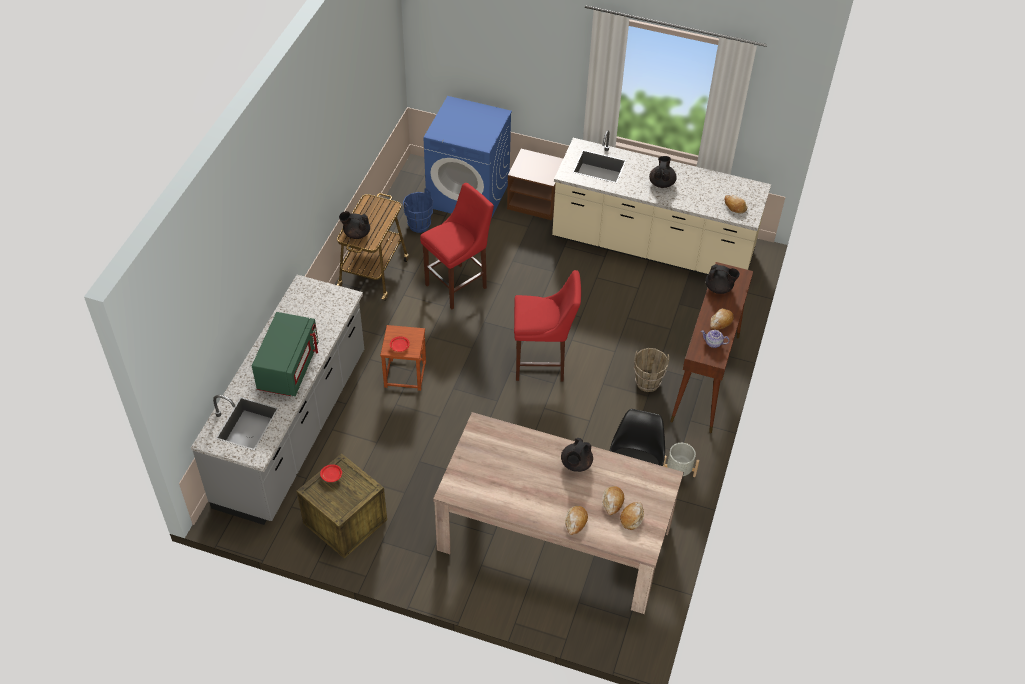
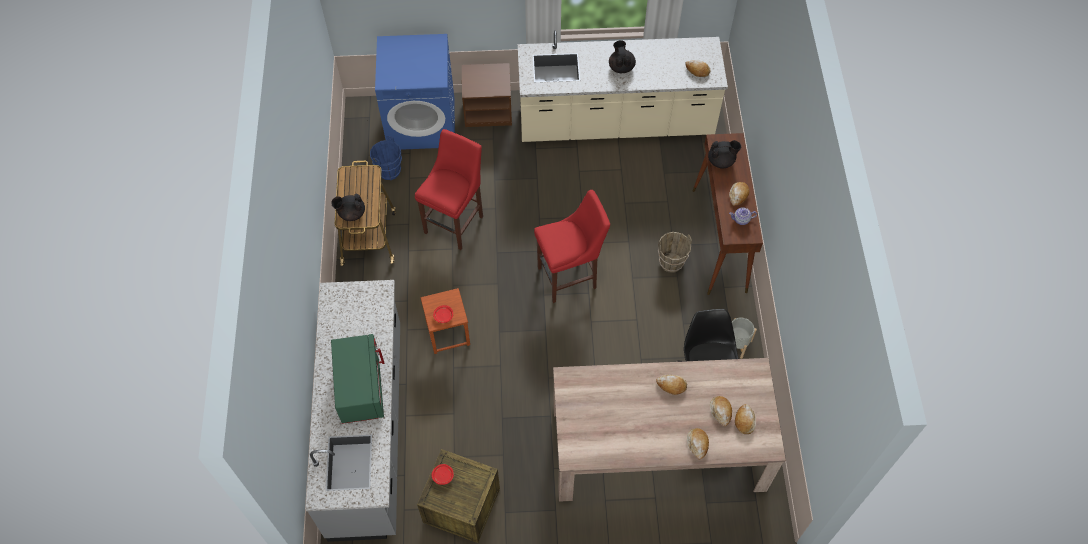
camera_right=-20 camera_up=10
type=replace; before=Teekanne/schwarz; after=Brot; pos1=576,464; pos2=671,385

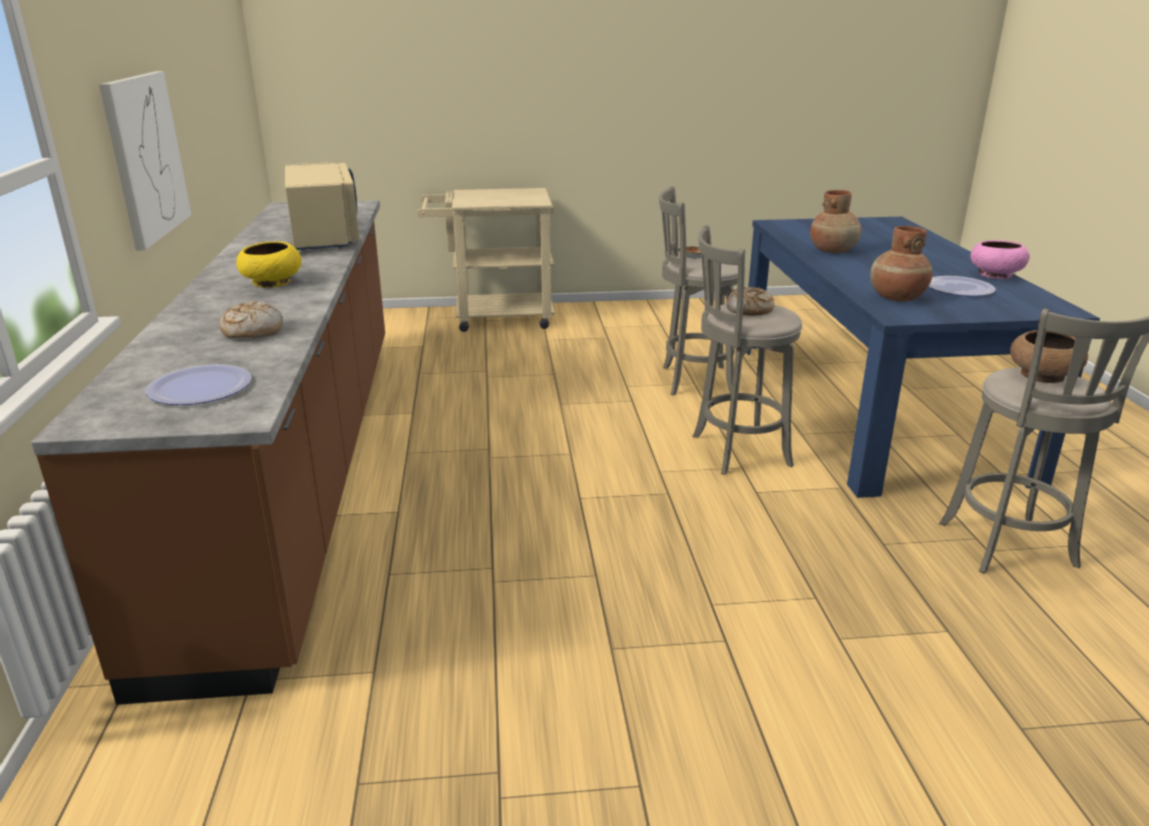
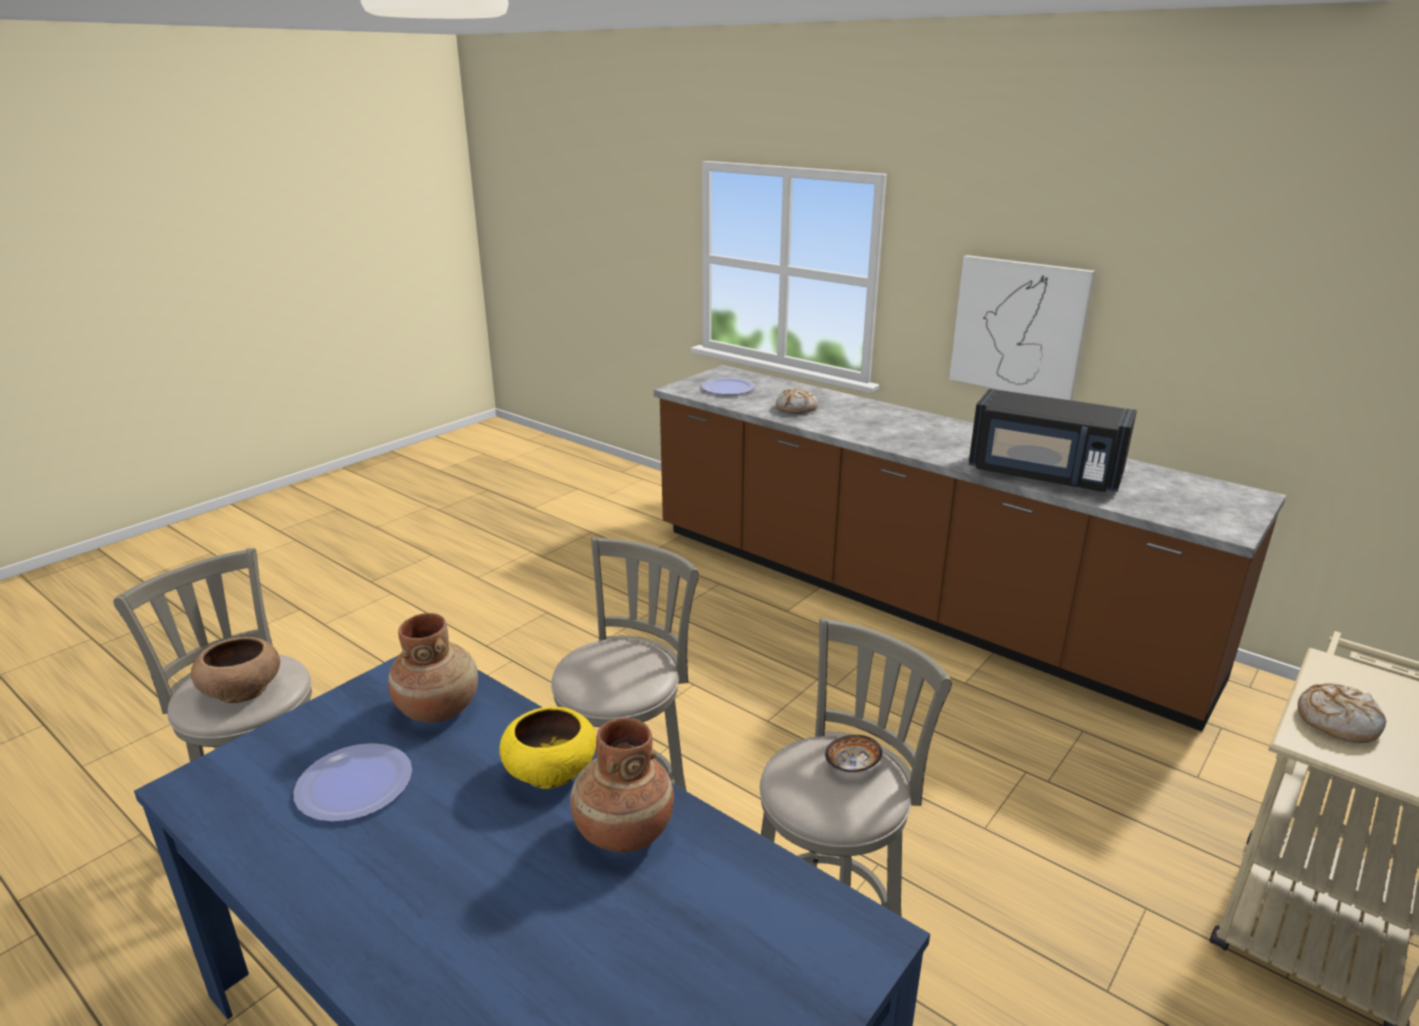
camera_right=135 camera_up=0
type=move; before=Schüssel/gelb; pos1=272,283; pos2=550,771
type=recolor; before=Mikrowelle/beige; after=Mikrowelle/schwarz; pos1=325,237; pos2=1043,475
type=move; before=Brot; pos1=749,310; pos2=1336,721
type=delete; before=Schüssel/rosa; pos1=994,275

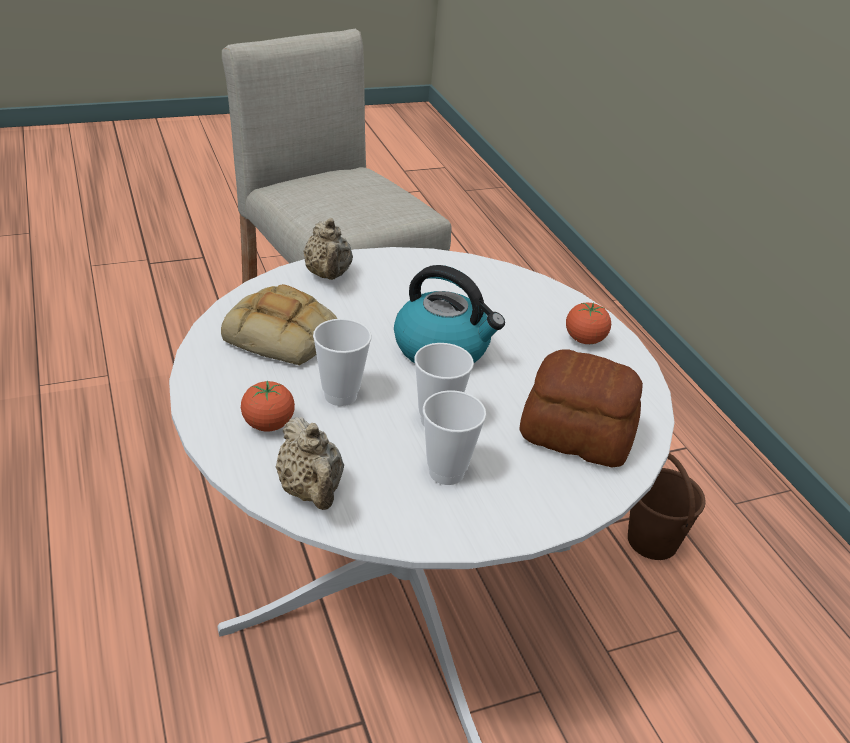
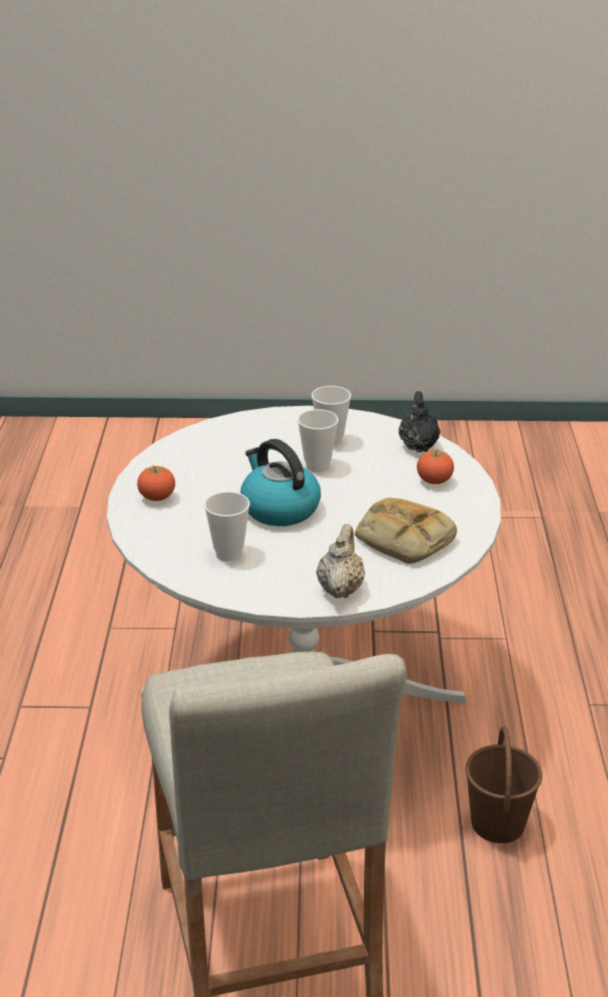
camera_right=-155 camera_up=-5
type=recolor; before=Teekanne/beige; after=Teekanne/schwarz; pos1=311,491; pos2=418,445
type=move; before=Tasse; pos1=340,395; pos2=228,554
type=delete; before=Brot; pos1=575,434
type=move; before=Eimer/braun; pos1=652,541; pos2=497,822

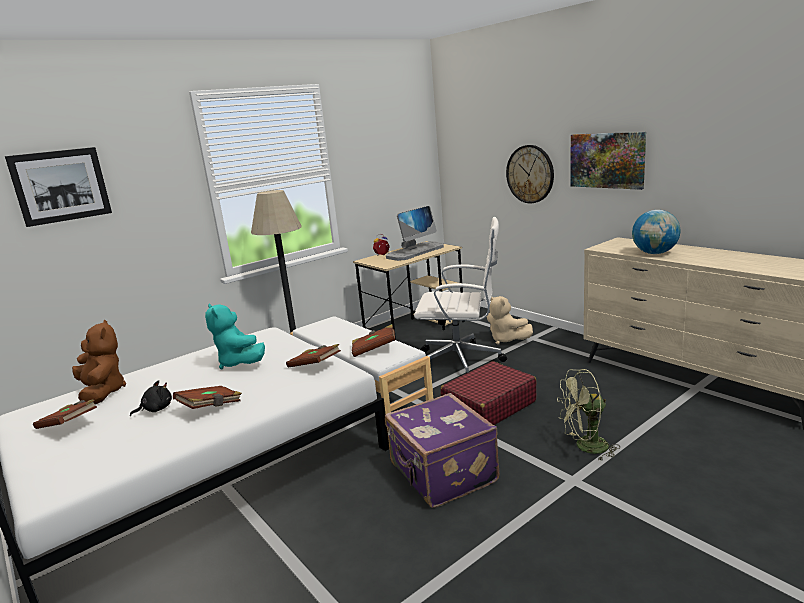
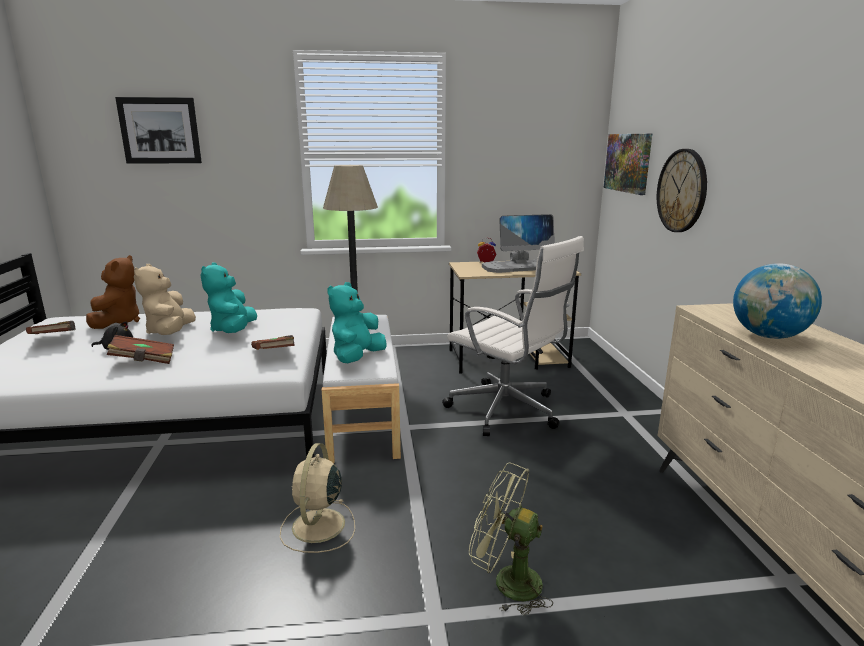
camera_right=30 camera_up=0
type=replace; before=Buch/braun; after=Plüschtier/türkis; pos1=374,349; pos2=357,358
type=replace; before=Koffer/lila; after=Ventilator/beige; pos1=442,474; pos2=318,527
type=delete; before=Koffer/rot; pos1=488,406
type=move; before=Plüschtier/beige; pos1=506,340; pos2=170,332
type=move; before=Bild; pos1=607,160; pos2=628,162

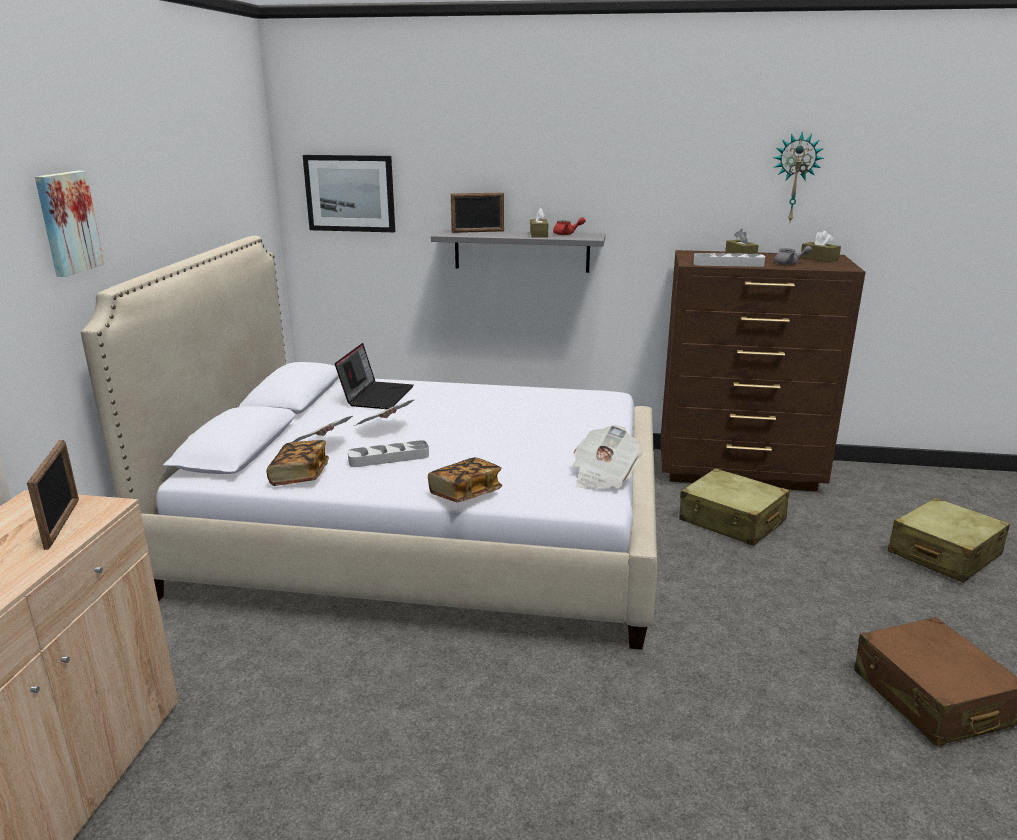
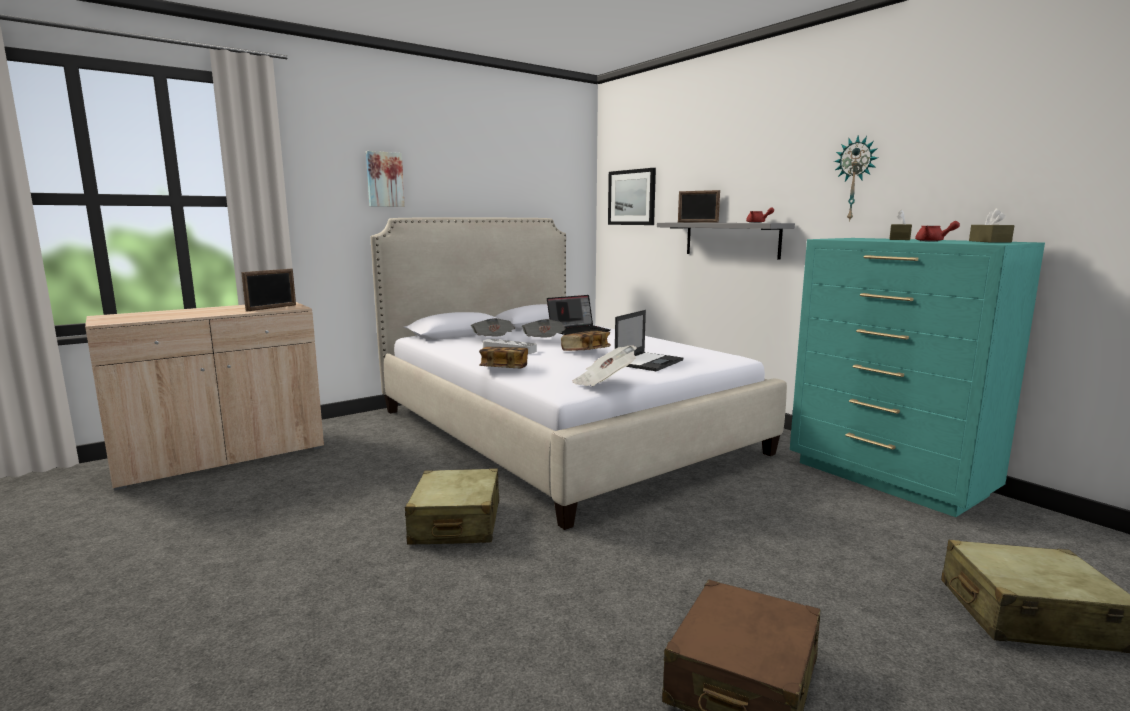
camera_right=45 camera_up=-10
type=move; before=Buch; pos1=299,476; pos2=585,351
type=delete; before=Taschentuchbox/braun; pos1=539,234
type=recolor; before=Kommode/braun; after=Kommode/türkis; pos1=740,472; pos2=888,479
type=move; before=Koffer/beige; pos1=732,521; pos2=456,523
type=delete; before=Tablett/grau; pos1=728,264
type=move; before=Wanduhr; pos1=795,178; pos2=855,179
type=recolor; before=Teekanne/grau; after=Teekanne/rot; pos1=789,263; pos2=933,241
type=insert; after=Laptop; pos2=649,362

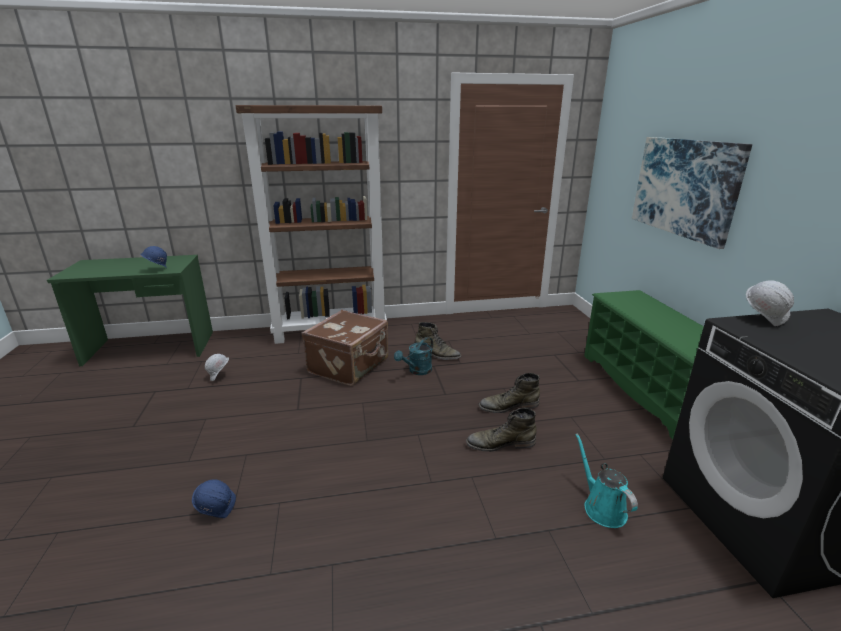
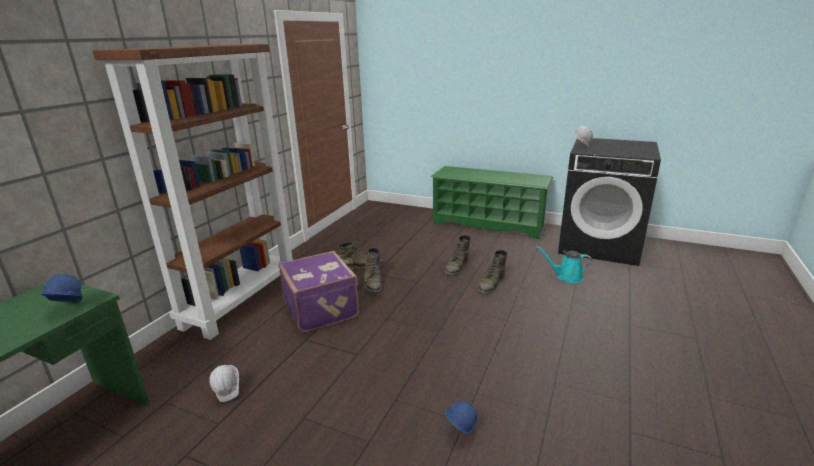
camera_right=-55 camera_up=0
type=recolor; before=Koffer/braun; after=Koffer/lila; pos1=350,366; pos2=322,308
type=replace; before=Gießkanne/türkis; after=Stiefel/grün; pos1=417,371; pos2=373,282
type=delete; before=Bild; pos1=684,187

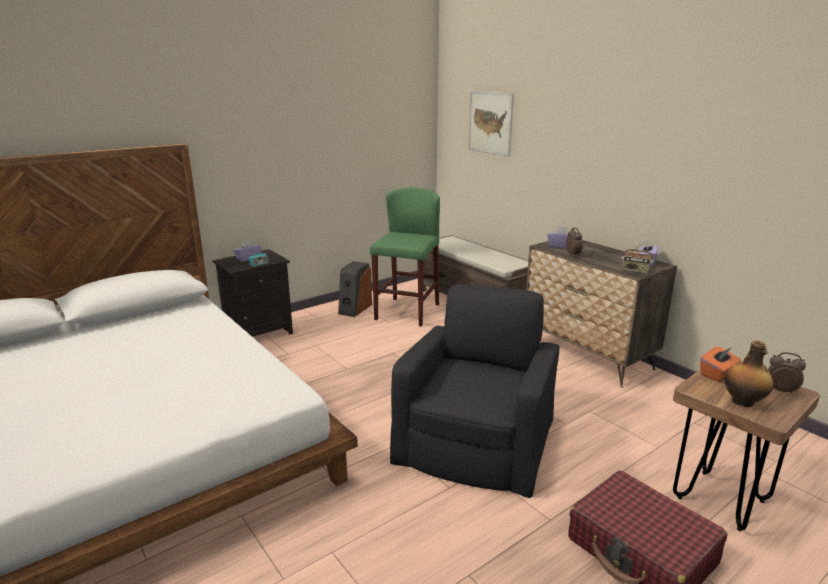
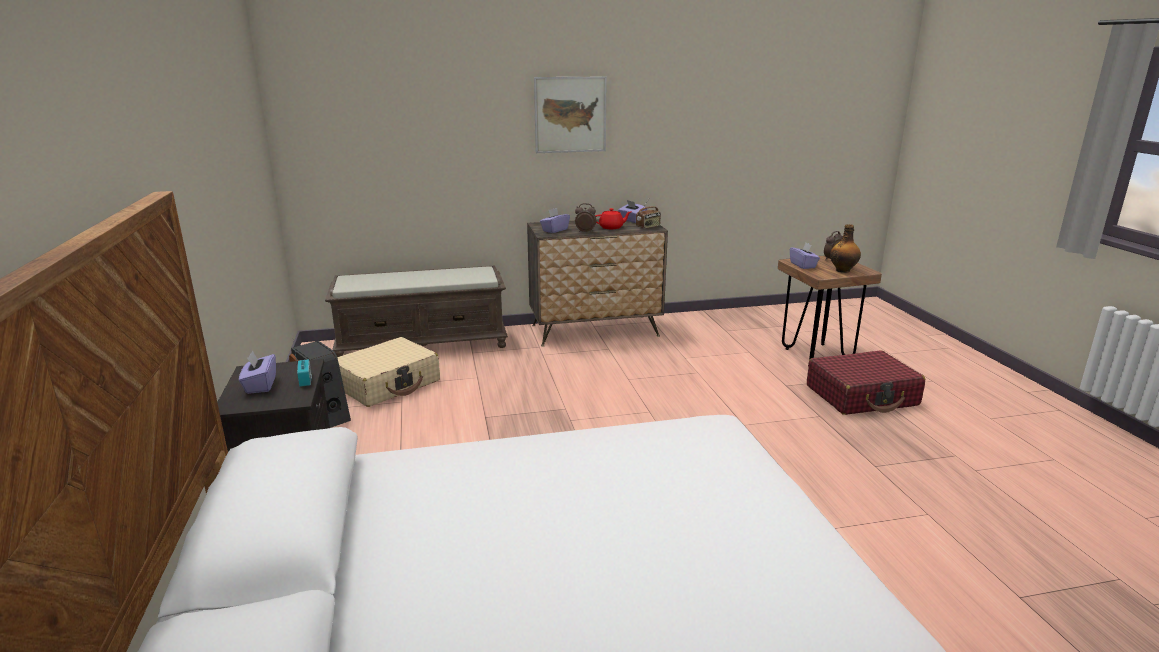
camera_right=-65 camera_up=0
type=replace; before=Hocker/grün; after=Koffer/beige; pos1=407,312; pos2=388,384
type=delete; before=Sessel/schwarz; pos1=476,438
type=move; before=Bild; pos1=490,123; pos2=570,115
type=recolor; before=Taschentuchbox/orange; after=Taschentuchbox/lila; pos1=717,374; pos2=803,265
type=insert; after=Teekanne/rot; pos2=611,227

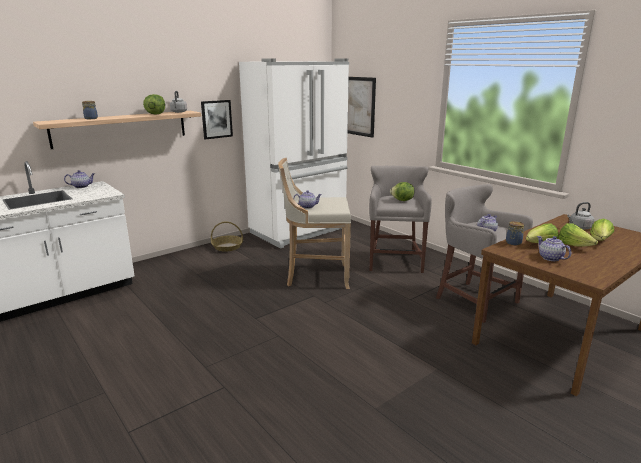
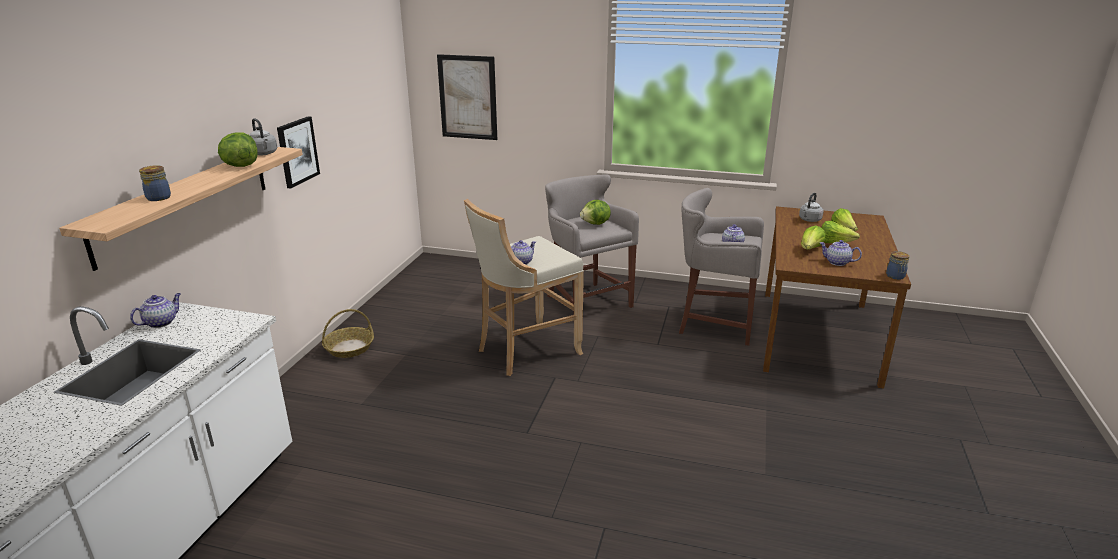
camera_right=-35 camera_up=5
type=delete; before=Kühlschrank/weiß; pos1=300,231
type=move; before=Vorratsglas; pos1=513,243; pos2=895,277

